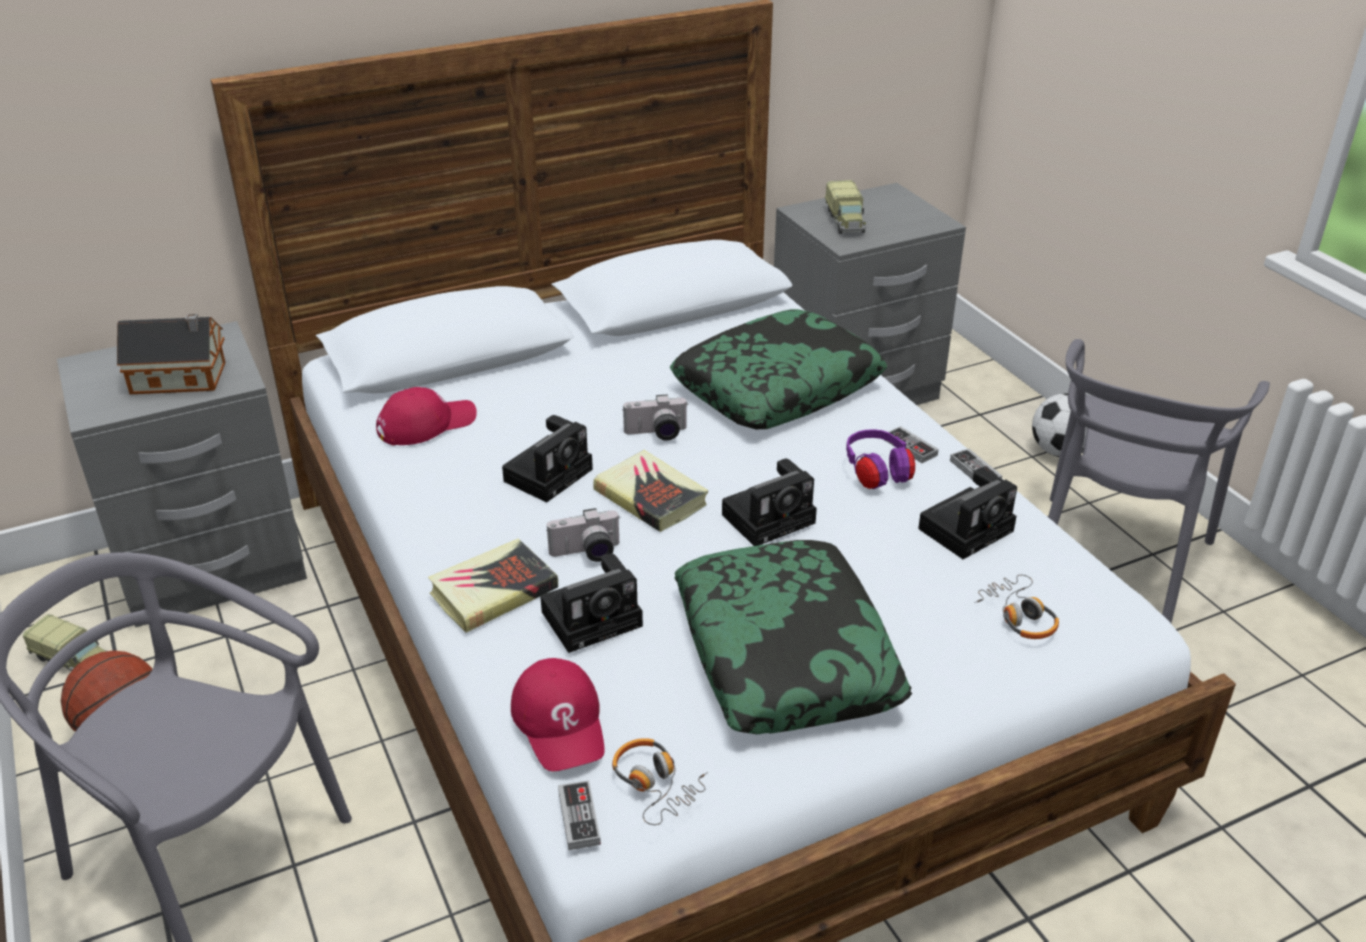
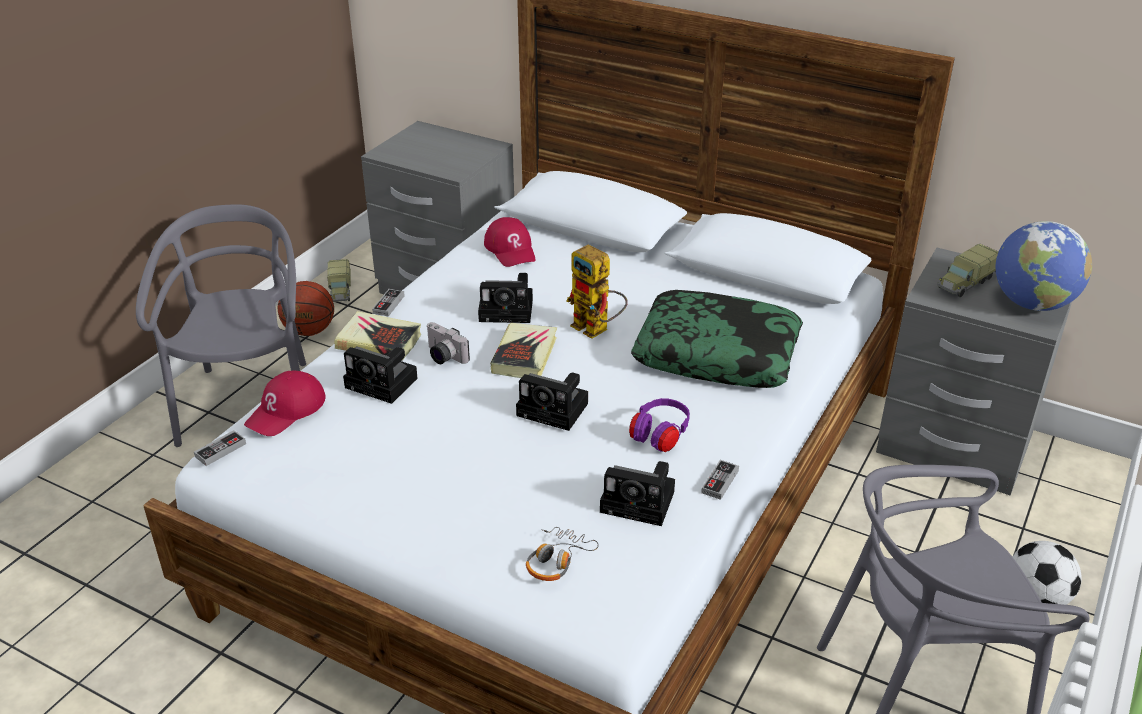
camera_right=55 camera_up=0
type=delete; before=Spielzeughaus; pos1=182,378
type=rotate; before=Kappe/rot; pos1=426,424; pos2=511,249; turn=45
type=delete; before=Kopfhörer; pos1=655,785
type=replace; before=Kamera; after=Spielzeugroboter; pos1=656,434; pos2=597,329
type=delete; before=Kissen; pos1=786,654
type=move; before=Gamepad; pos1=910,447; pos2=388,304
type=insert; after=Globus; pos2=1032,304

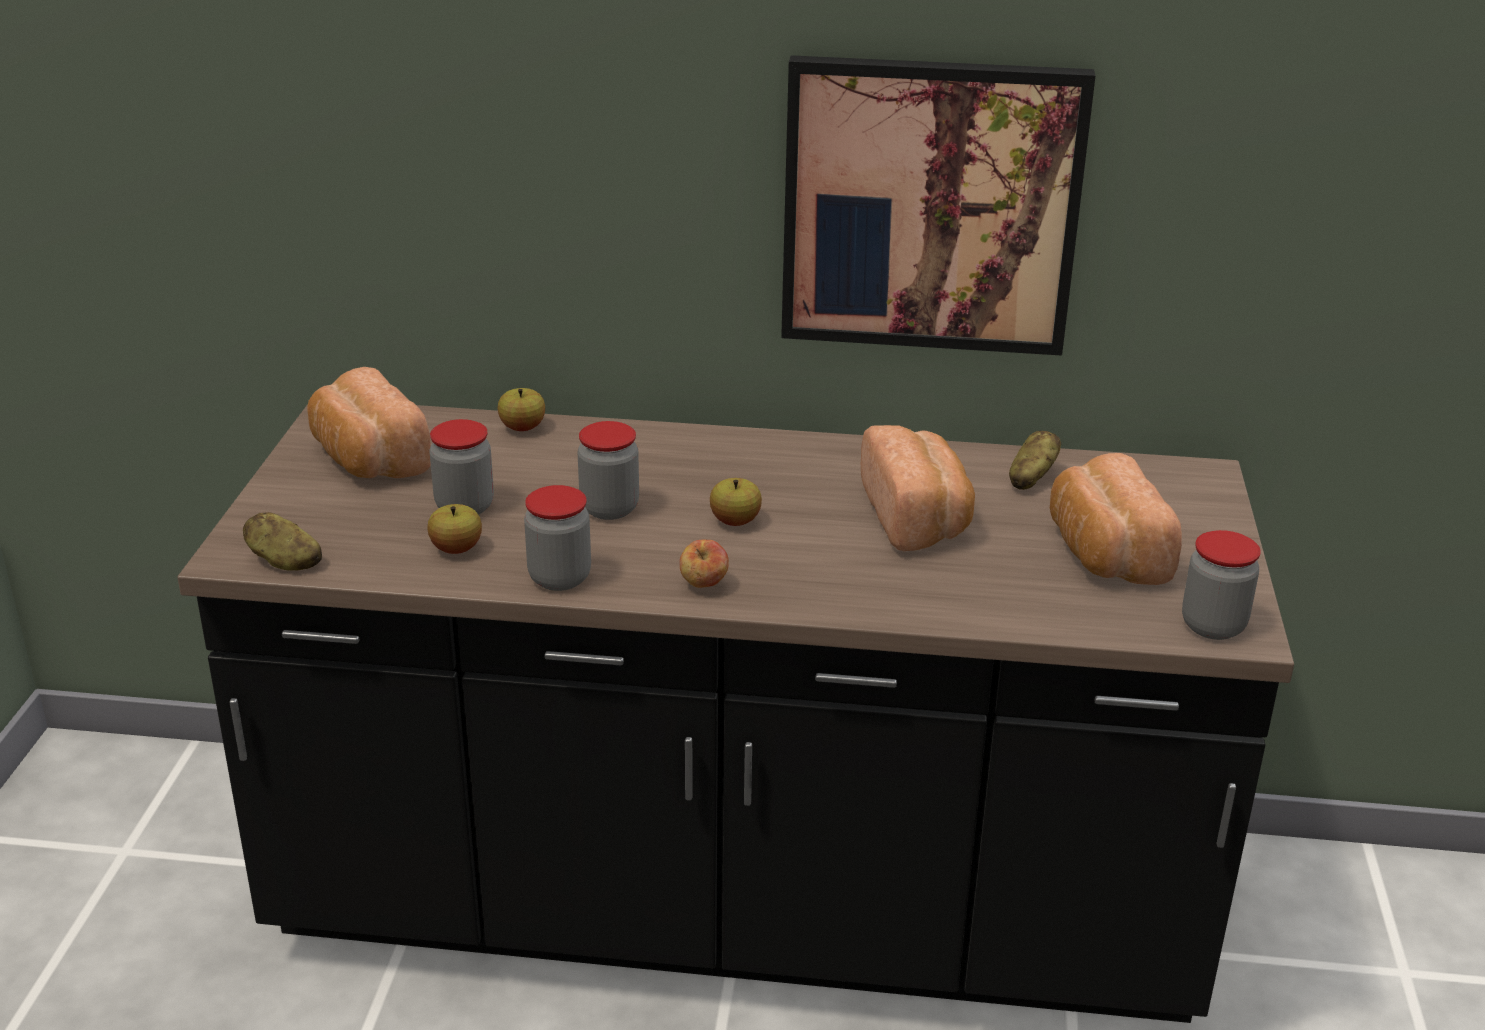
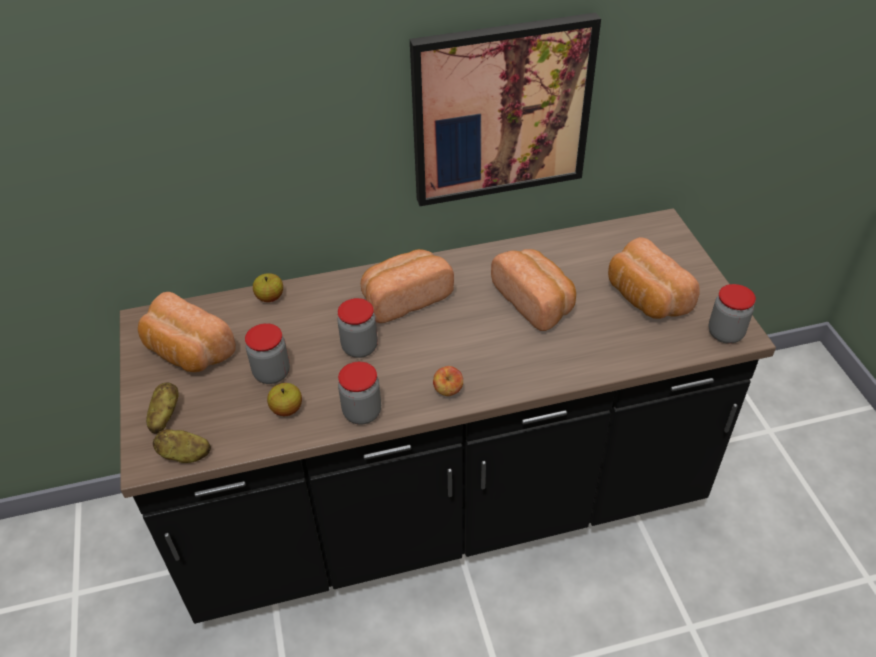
camera_right=-20 camera_up=15
type=delete; before=Apfel; pos1=735,521
type=move; before=Kartoffel; pos1=1031,478; pos2=164,416
type=insert; after=Brot; pos2=404,298

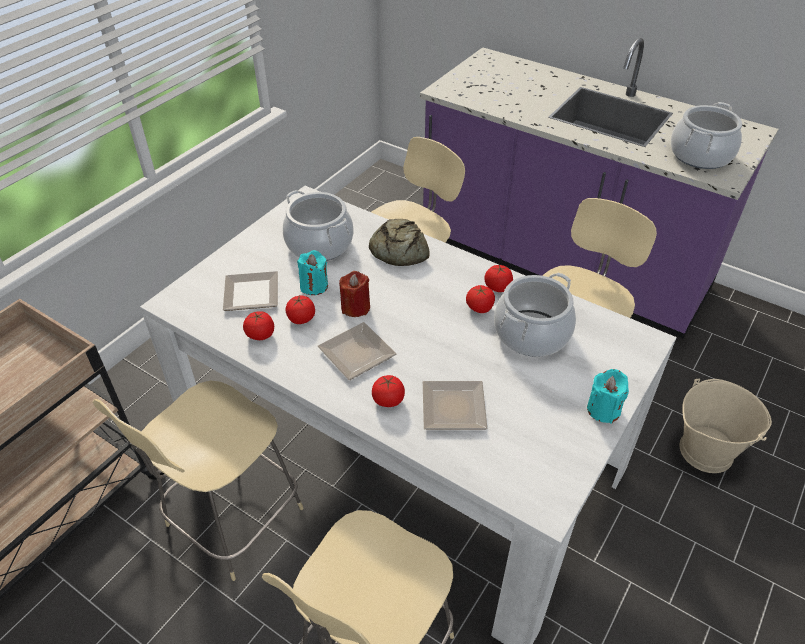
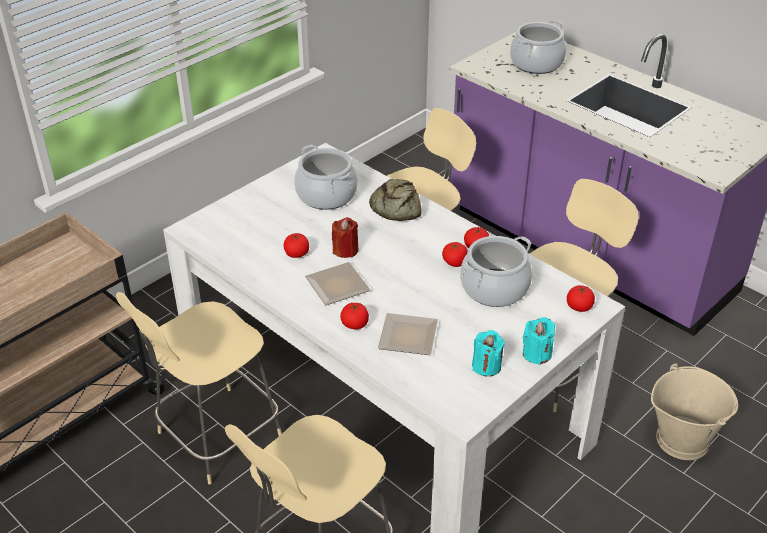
camera_right=10 camera_up=-5
type=delete; before=Teller; pos1=249,295
type=move; before=Tomate; pos1=260,334; pos2=579,307
type=move; before=Kerze/türkis; pos1=314,286; pos2=486,366
type=move; before=Kochtopf; pos1=700,155; pos2=536,63

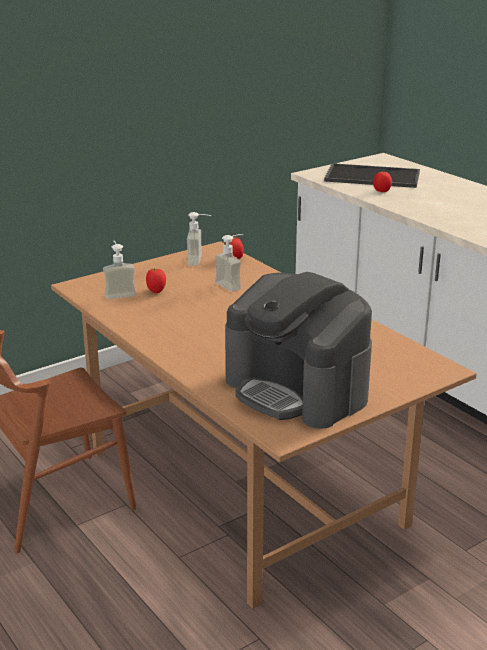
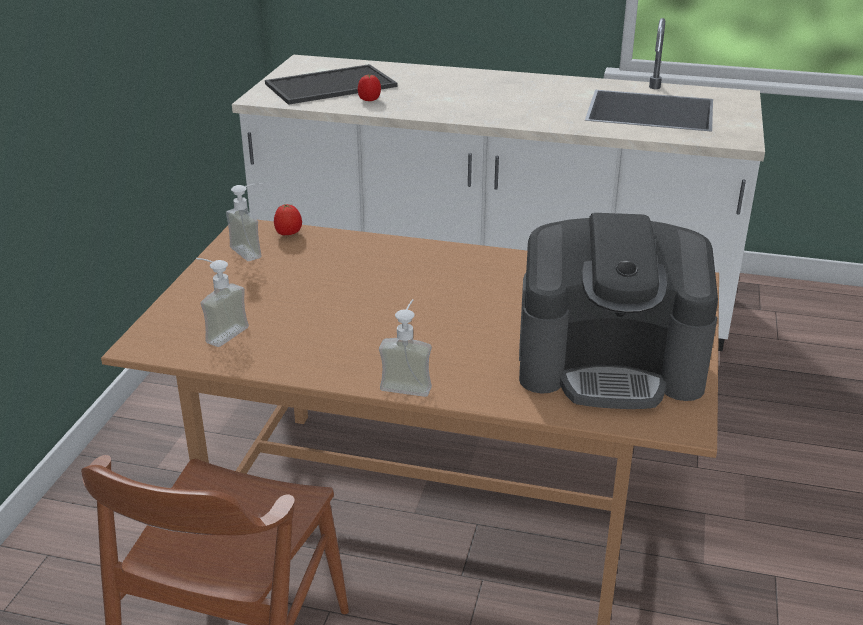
camera_right=-40 camera_up=5
type=delete; before=Tomate; pos1=156,291
type=move; before=Seifenspender; pos1=233,284; pos2=408,383

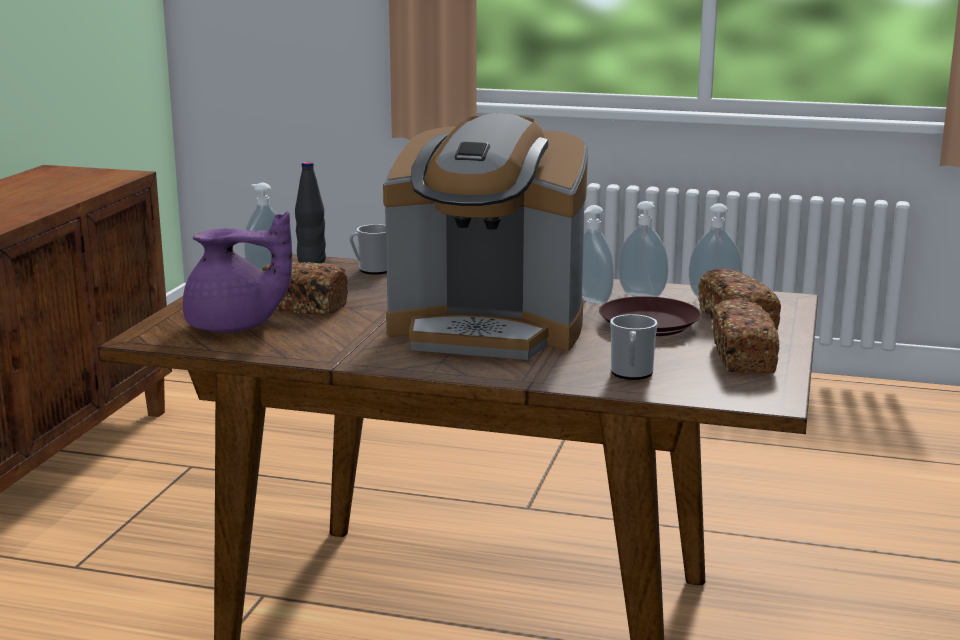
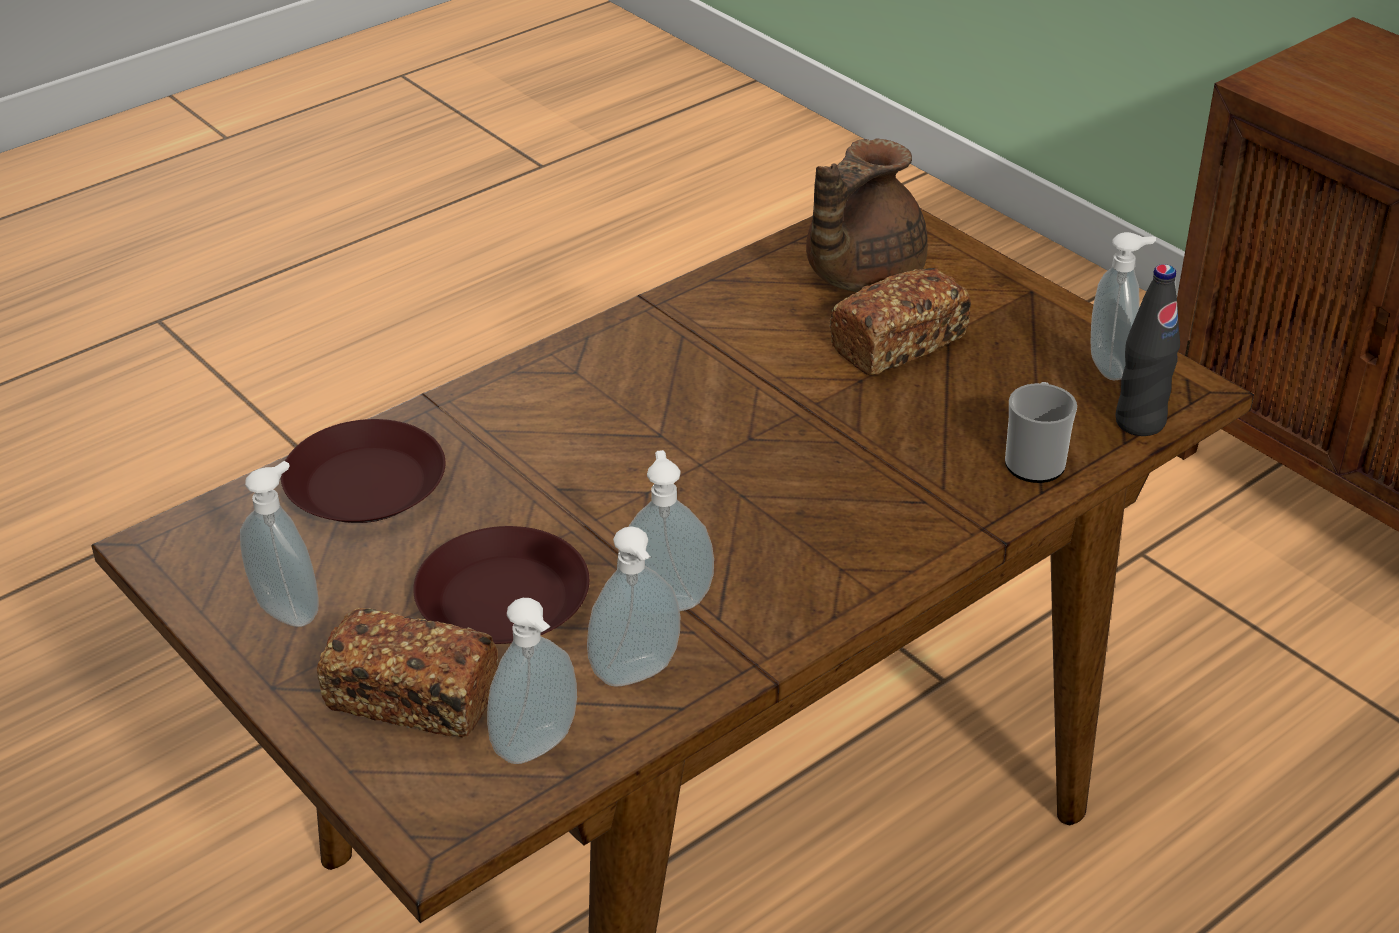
camera_right=125 camera_up=20
type=recolor; before=Teekanne/lila; after=Teekanne/braun; pos1=234,327; pos2=859,275
type=delete; before=Kaffeemaschine; pos1=488,331
type=replace; before=Henkelbecher; after=Teller/braun; pos1=631,374; pos2=364,485
type=replace; before=Brot; after=Seifenspender; pos1=743,358; pos2=290,609

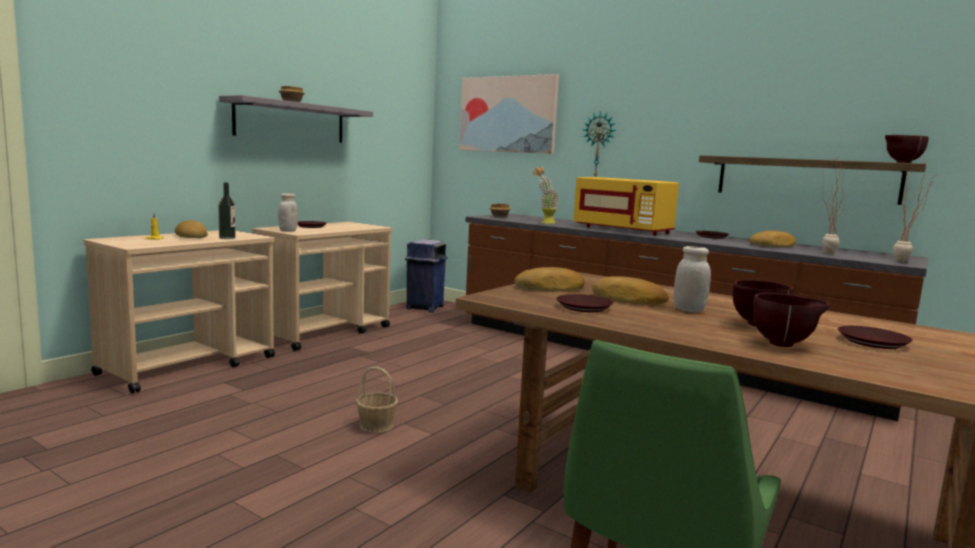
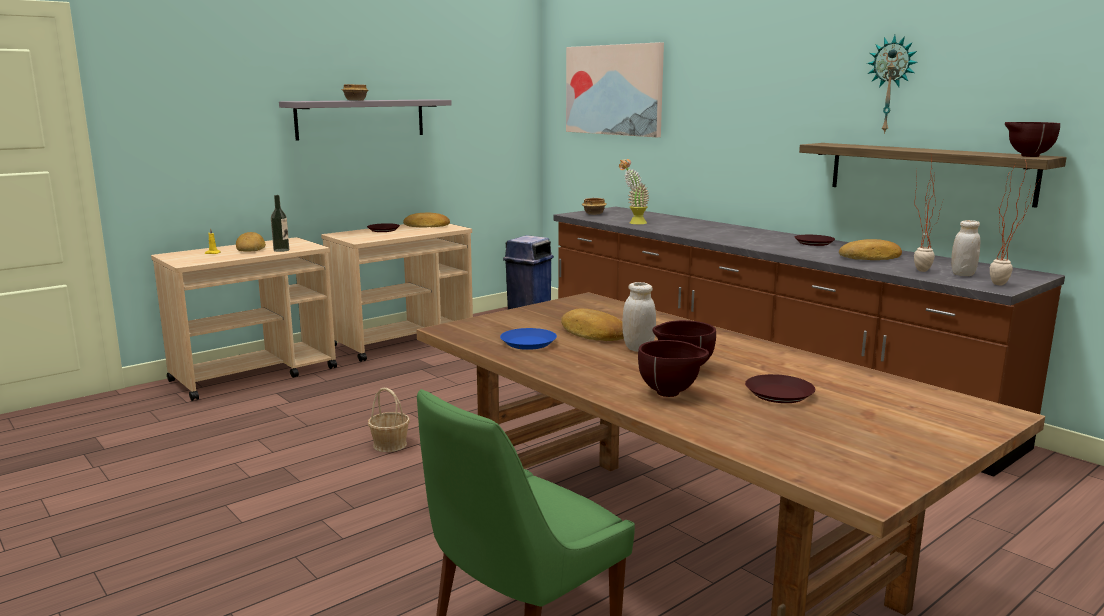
camera_right=15 camera_up=5
type=move; before=Vorratsglas/weiß; pos1=288,231; pos2=962,274
type=move; before=Brot; pos1=550,288; pos2=427,226
type=recolor; before=Teller/braun; after=Teller/blau; pos1=583,307; pos2=527,343
type=delete; before=Mikrowelle/gelb; pos1=623,230
type=move; before=Wanduhr; pos1=599,145; pos2=891,84

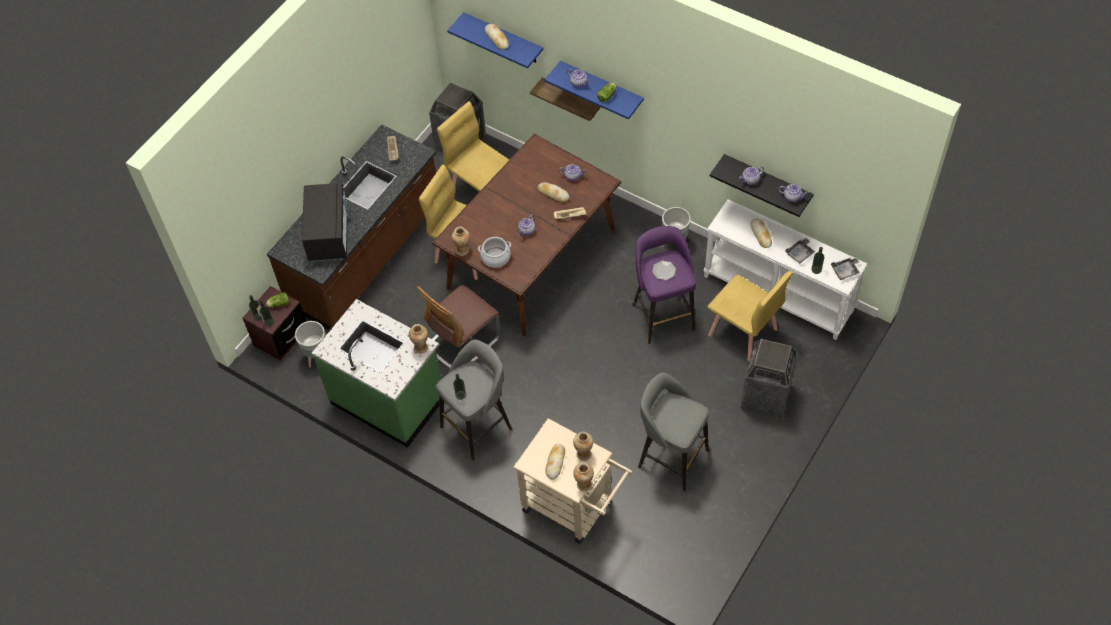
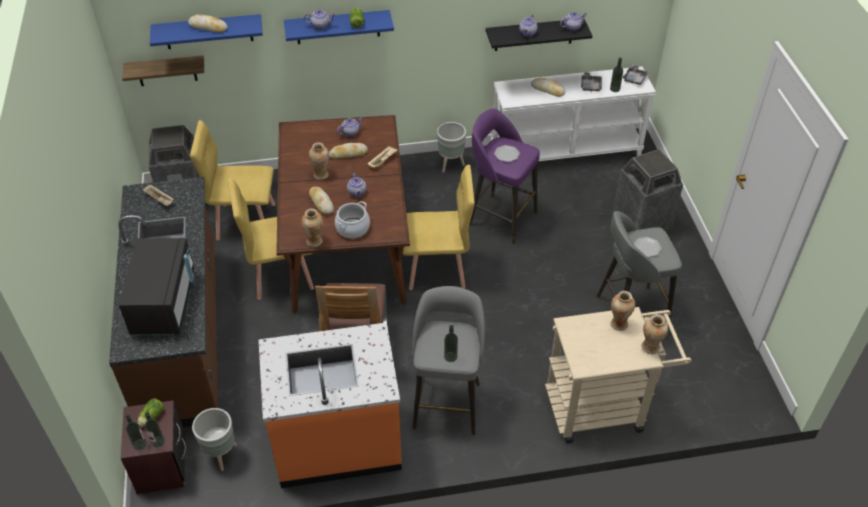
camera_right=-45 camera_up=-10
type=rotate; before=Mikrowelle/schwarz; pos1=329,234; pos2=164,303; turn=45
type=recolor; before=Küchenzeile/grün; after=Küchenzeile/orange; pos1=389,399; pos2=337,441
type=move; before=Vase; pos1=421,347; pos2=321,174
type=move; before=Wandregal; pos1=572,99; pos2=166,71
type=move; before=Brot; pos1=555,462; pos2=321,203
type=move; before=Stuhl/gelb; pos1=743,333; pos2=436,269
type=insert; after=Teller; pos2=647,248

